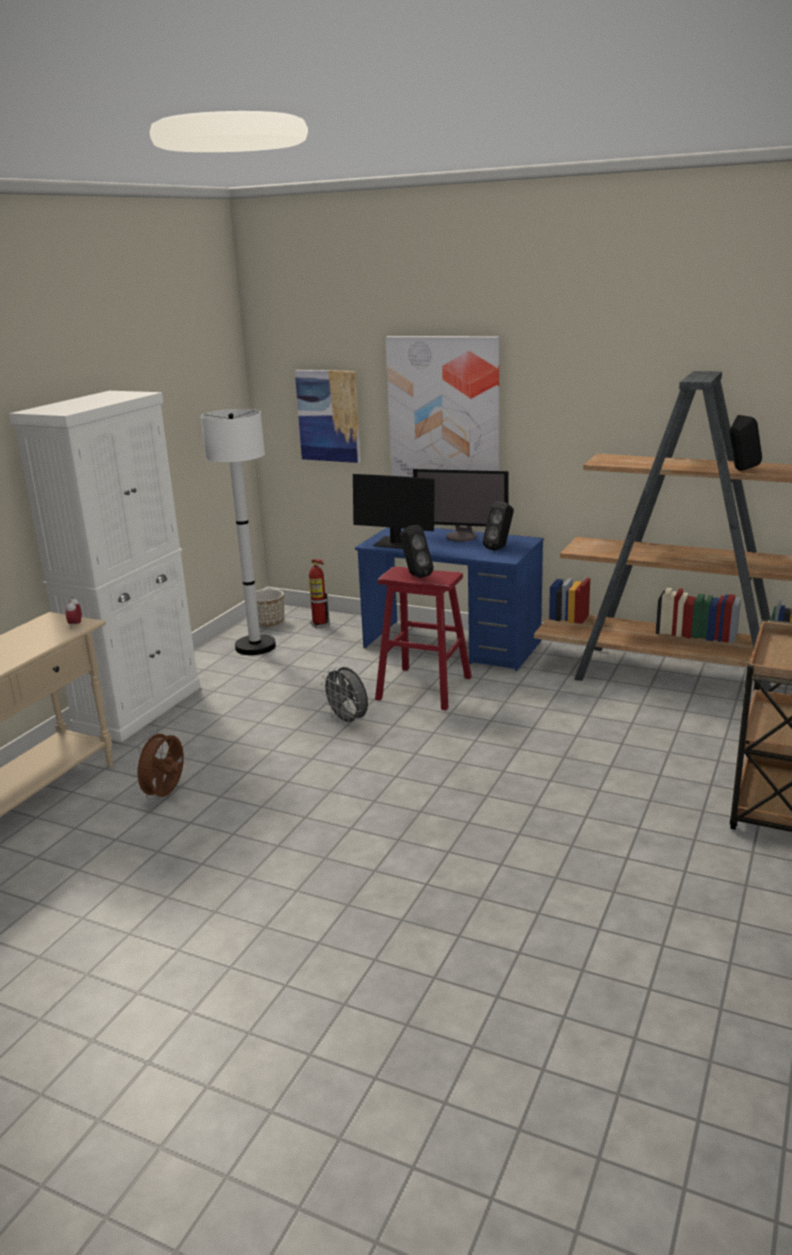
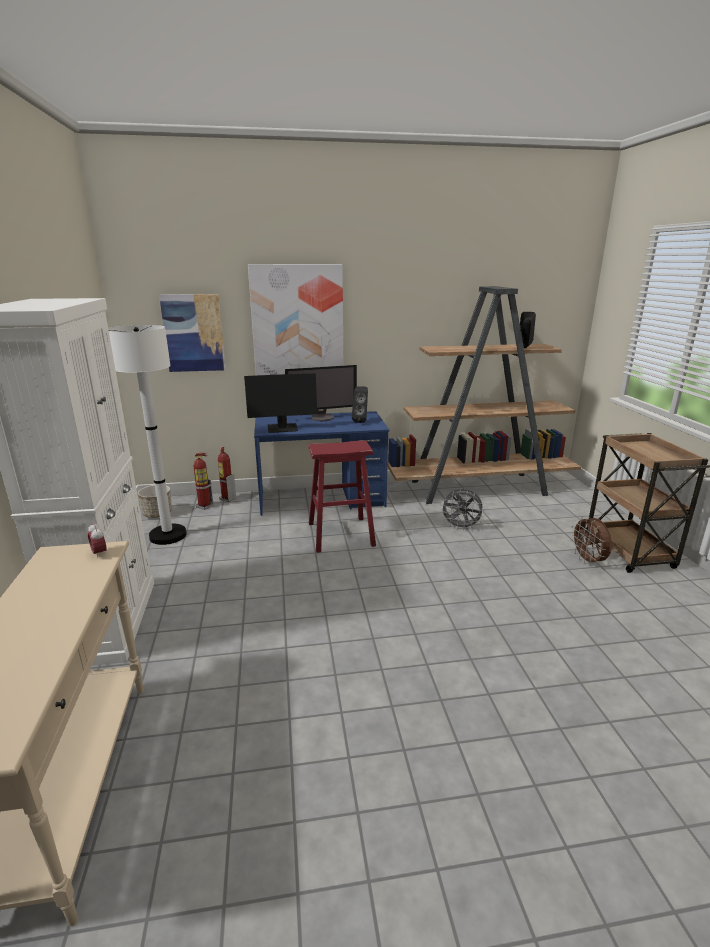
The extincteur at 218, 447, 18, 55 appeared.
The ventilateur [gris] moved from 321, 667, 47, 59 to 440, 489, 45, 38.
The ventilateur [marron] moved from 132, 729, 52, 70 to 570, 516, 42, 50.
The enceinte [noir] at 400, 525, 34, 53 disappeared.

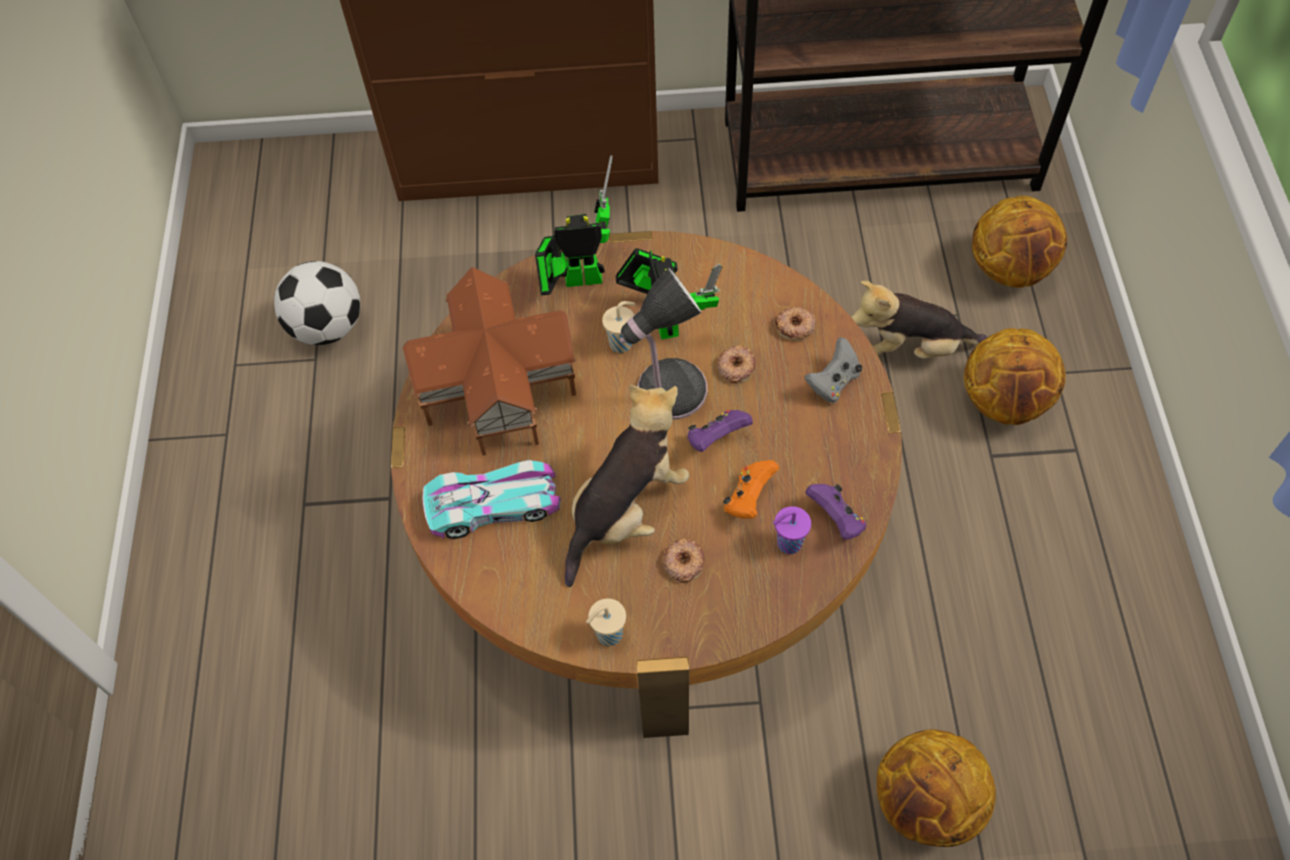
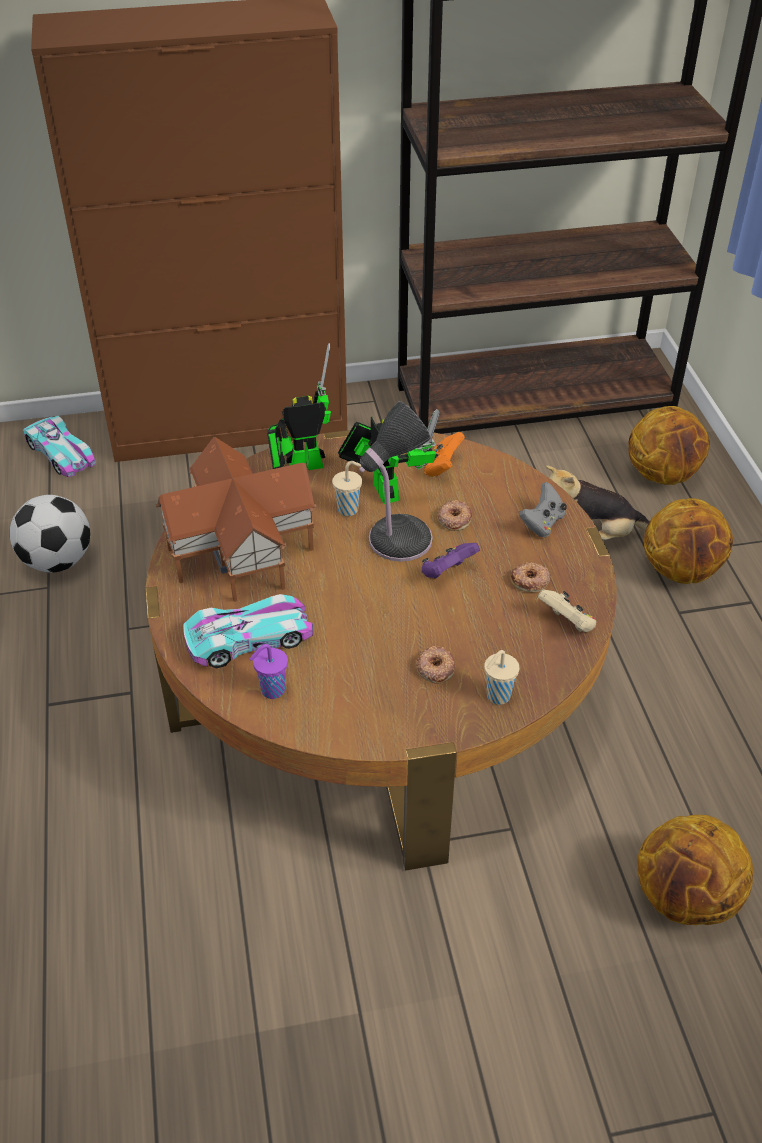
The petite voiture at 23, 416, 73, 61 appeared.
The tasse [violet] moved from 773, 506, 38, 48 to 250, 644, 38, 55.
The manette [orange] moved from 723, 460, 56, 58 to 424, 432, 41, 45.
The tasse [beige] moved from 586, 598, 40, 48 to 484, 650, 35, 55.
The beignet moved from 775, 307, 41, 34 to 511, 562, 39, 30.
The manette [violet] at 805, 484, 61, 56 became the manette [beige] at 538, 589, 58, 43.
The peluche at 564, 385, 125, 202 disappeared.

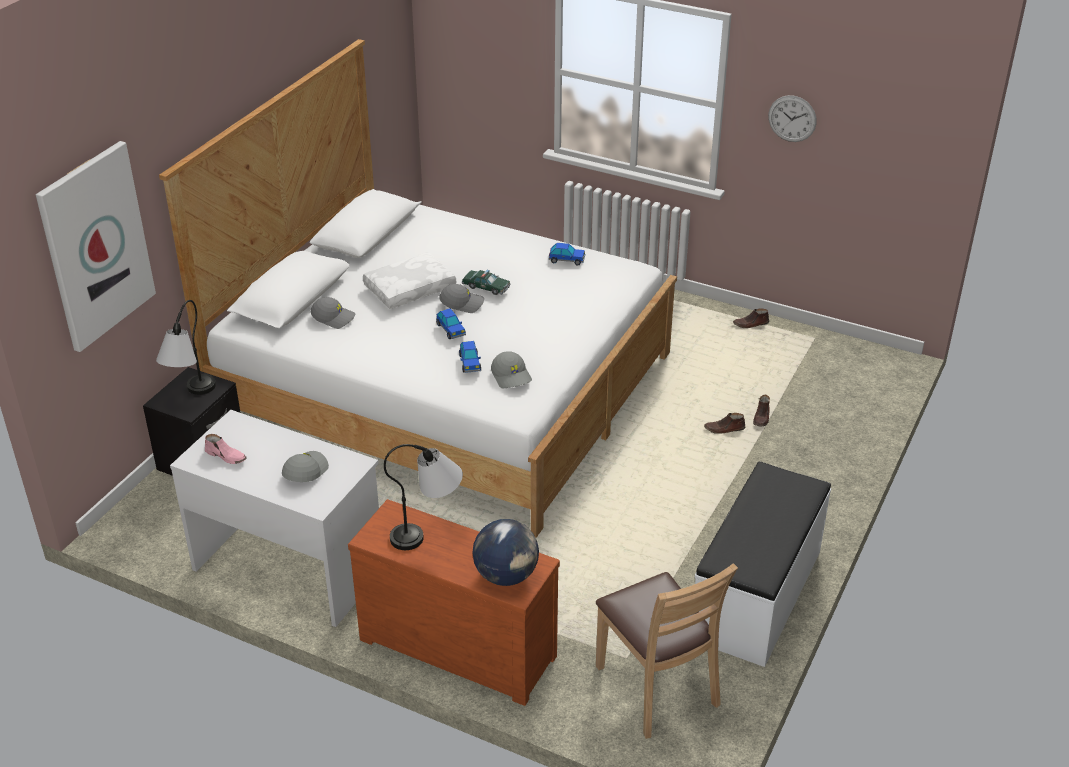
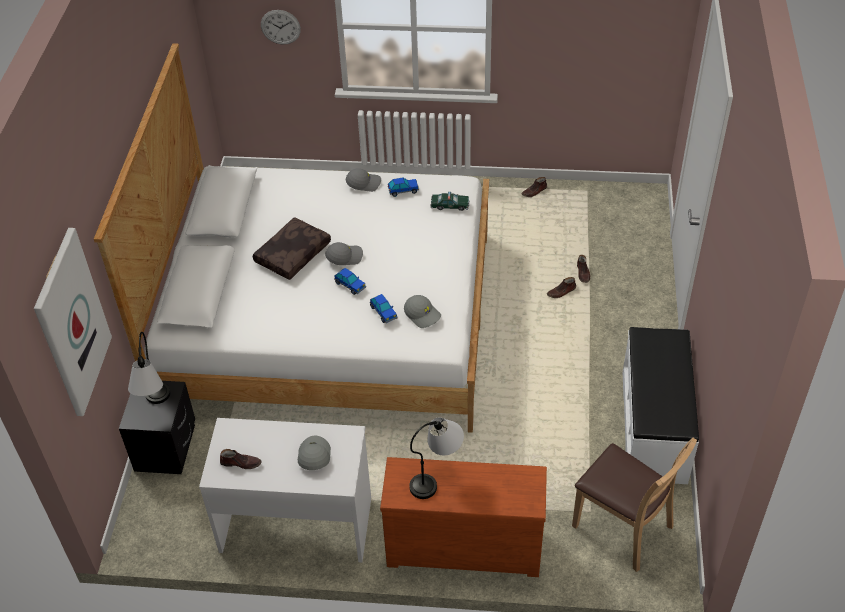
The chaussure [rose] at 205, 434, 42, 30 became the chaussure [marron] at 220, 449, 42, 20.
The coussin [blanc] at 363, 252, 93, 57 became the coussin [marron] at 253, 217, 78, 63.
The horloge murale moved from 768, 95, 49, 47 to 261, 10, 40, 34.
The casquette [gris] moved from 311, 297, 44, 32 to 346, 168, 35, 24.
The petite voiture moved from 462, 270, 49, 25 to 430, 192, 40, 19.
The globe at 472, 519, 67, 67 disappeared.

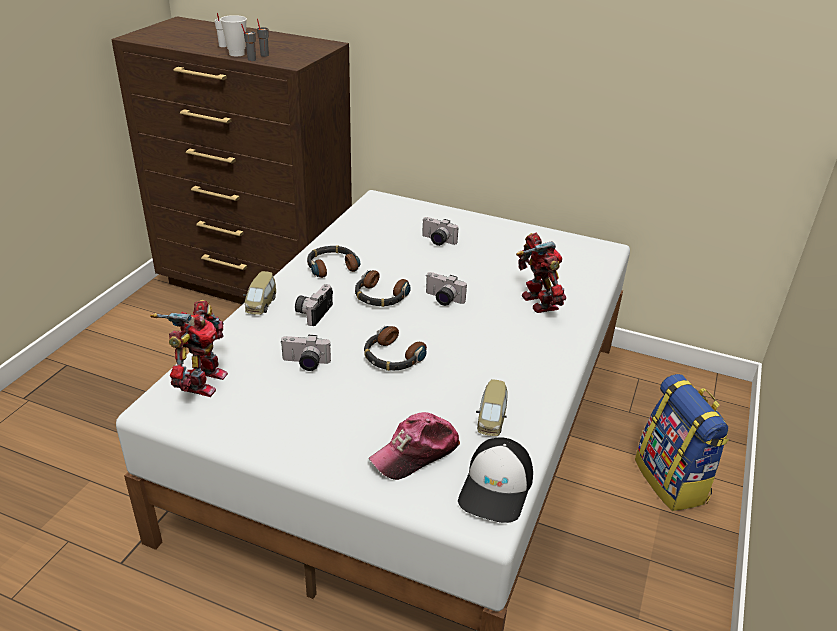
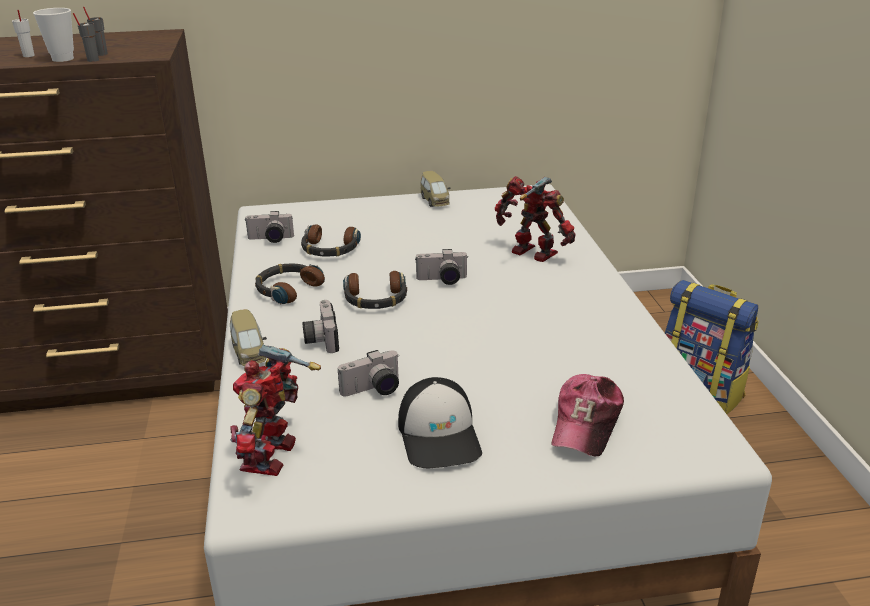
The robot jouet at 150, 300, 78, 97 turned 150 degrees counterclockwise.
The appareil photo moved from 422, 217, 36, 29 to 244, 211, 50, 32.
The casque audio moved from 364, 326, 63, 45 to 301, 224, 60, 33.
The casquette moved from 458, 438, 75, 85 to 398, 377, 84, 91.
The petite voiture moved from 476, 379, 32, 57 to 421, 171, 29, 36.

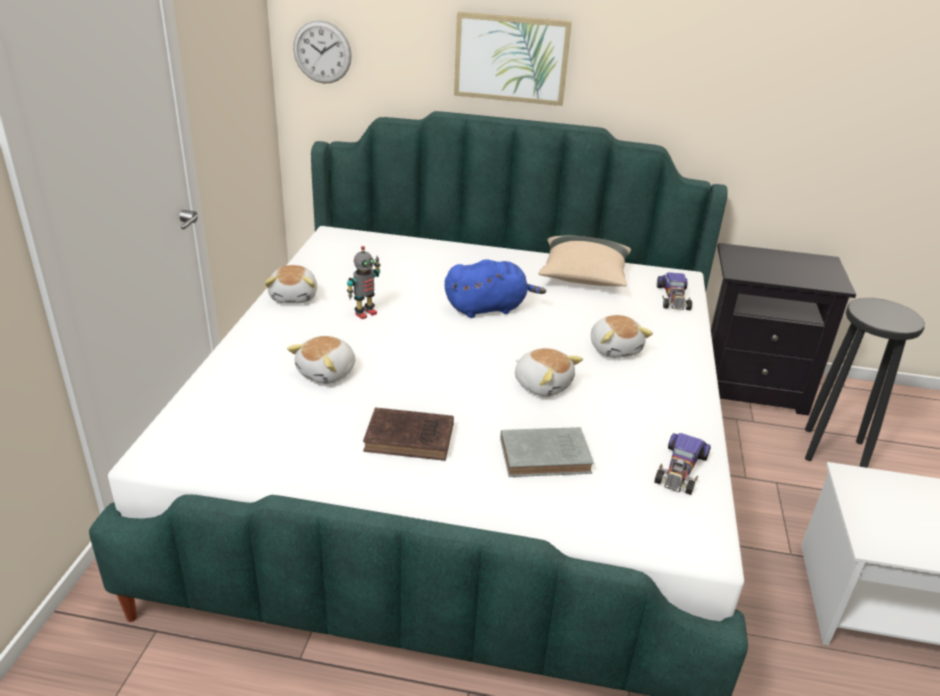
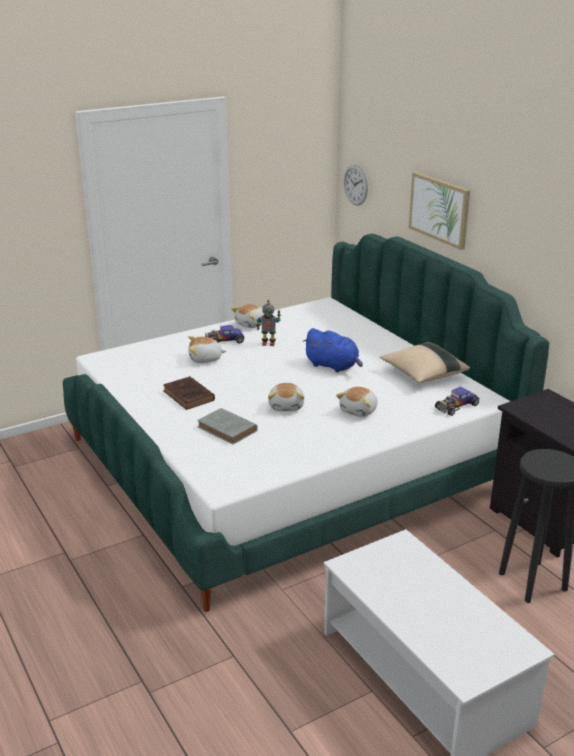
The petite voiture moved from 654, 433, 57, 62 to 205, 325, 39, 18.

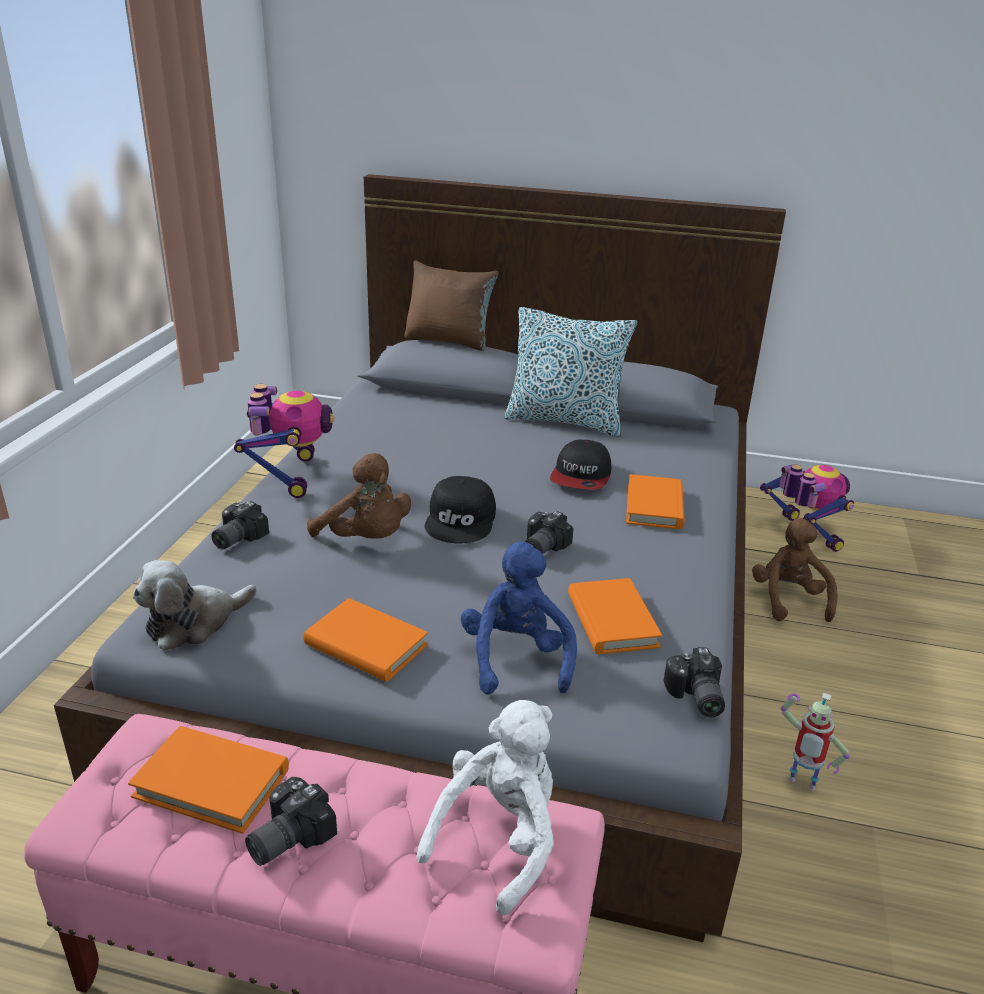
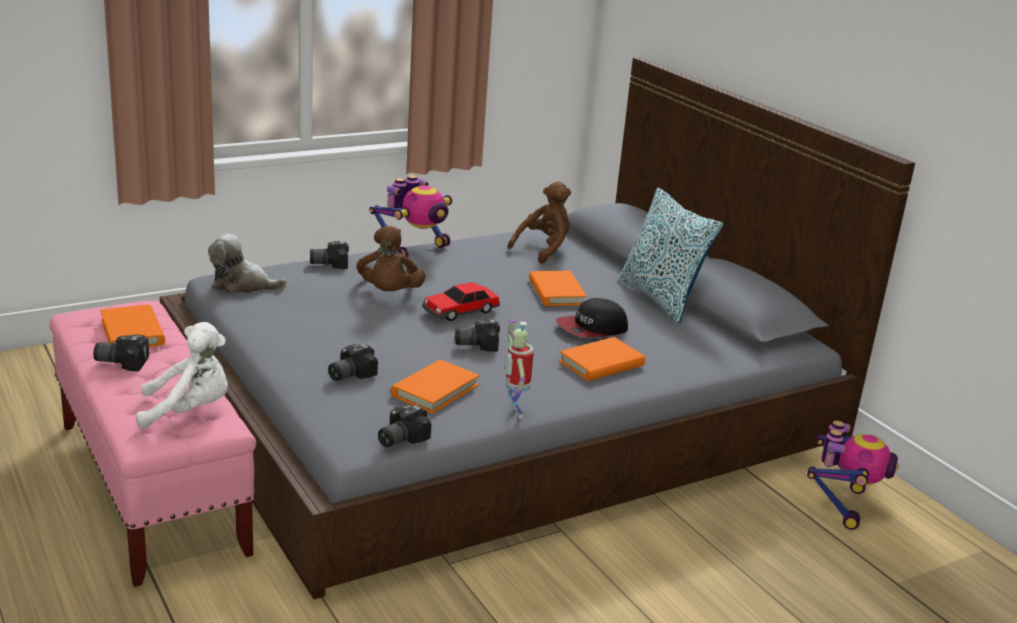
The peluche [bleu] at 461, 541, 116, 154 was replaced by the appareil photo at 328, 344, 50, 37.
The casquette [noir] at 425, 476, 71, 67 was replaced by the petite voiture at 423, 282, 77, 39.
The robot jouet moved from 781, 693, 69, 97 to 505, 319, 29, 100.
The peluche [marron] moved from 752, 518, 86, 104 to 508, 181, 63, 83.
The livre [orange] moved from 304, 598, 124, 84 to 529, 271, 58, 35.
The coussin [marron] at 405, 261, 94, 90 disappeared.

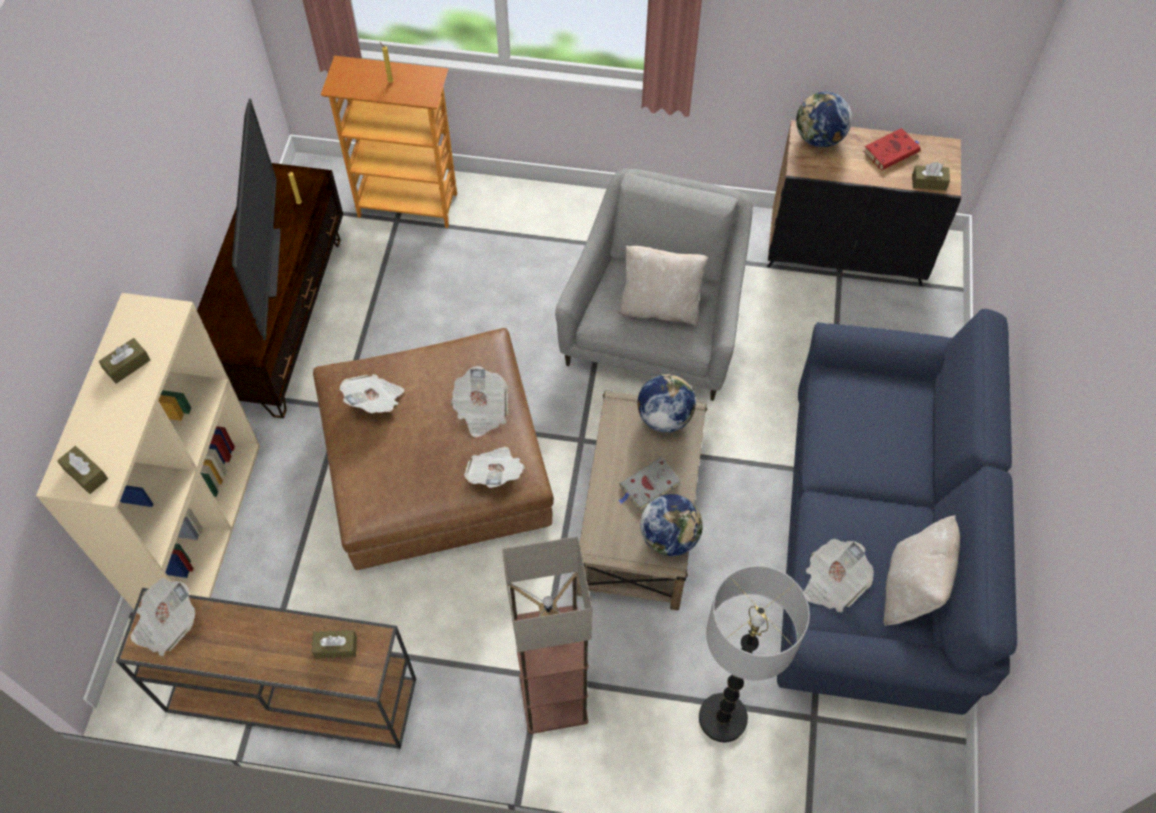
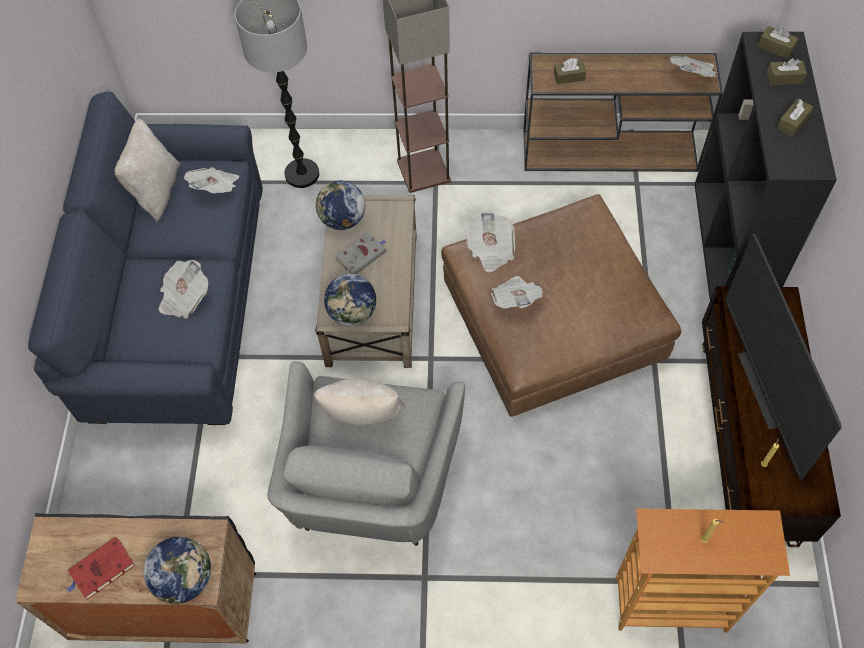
The journal moved from 340, 374, 65, 39 to 159, 260, 49, 59.
The bibliothèque [beige] at 36, 293, 224, 316 became the bibliothèque [noir] at 694, 32, 143, 268.
The boîte à mouchoirs [marron] moved from 912, 162, 38, 28 to 766, 58, 41, 27.

